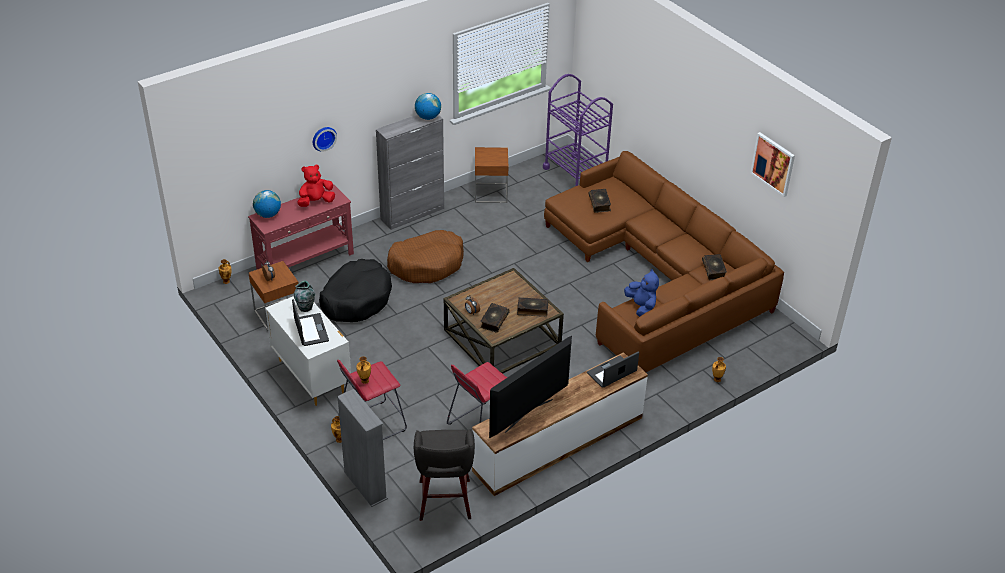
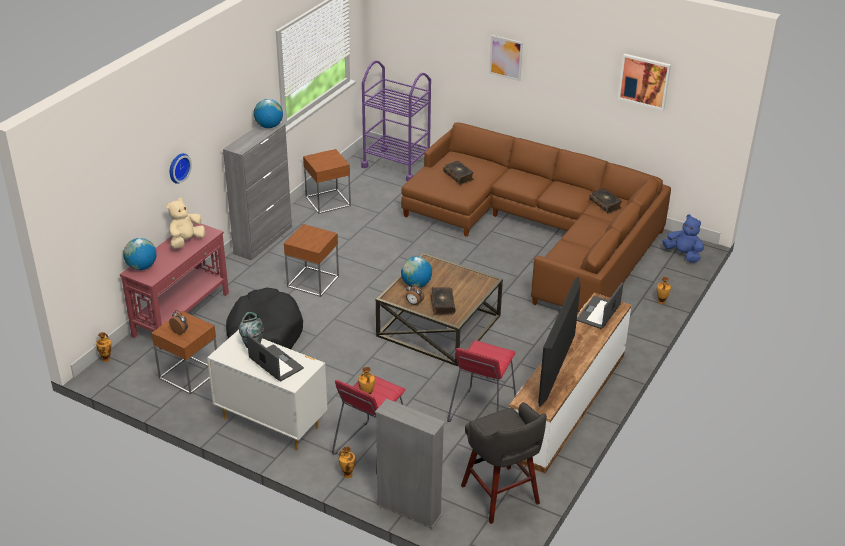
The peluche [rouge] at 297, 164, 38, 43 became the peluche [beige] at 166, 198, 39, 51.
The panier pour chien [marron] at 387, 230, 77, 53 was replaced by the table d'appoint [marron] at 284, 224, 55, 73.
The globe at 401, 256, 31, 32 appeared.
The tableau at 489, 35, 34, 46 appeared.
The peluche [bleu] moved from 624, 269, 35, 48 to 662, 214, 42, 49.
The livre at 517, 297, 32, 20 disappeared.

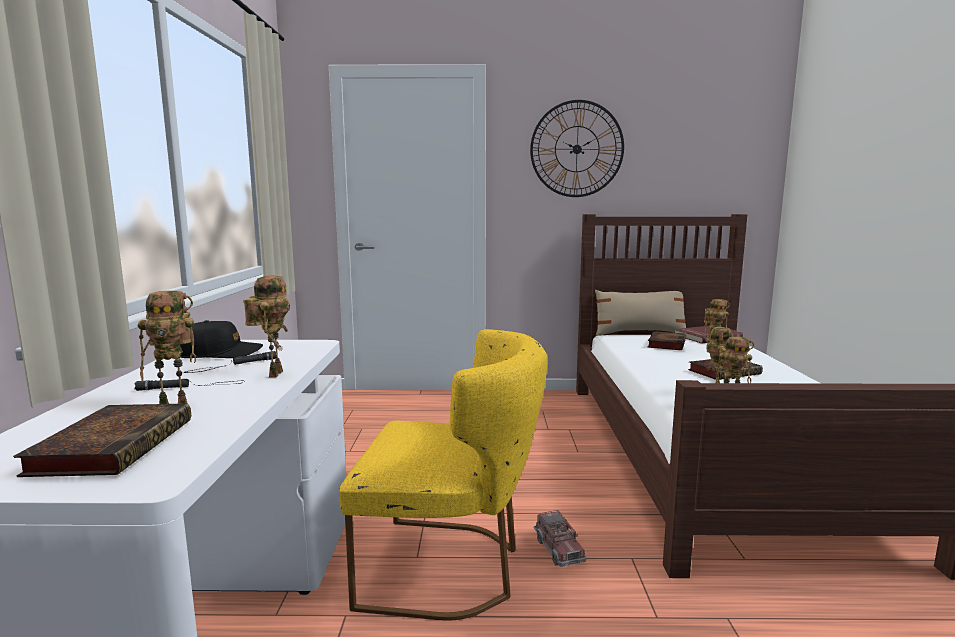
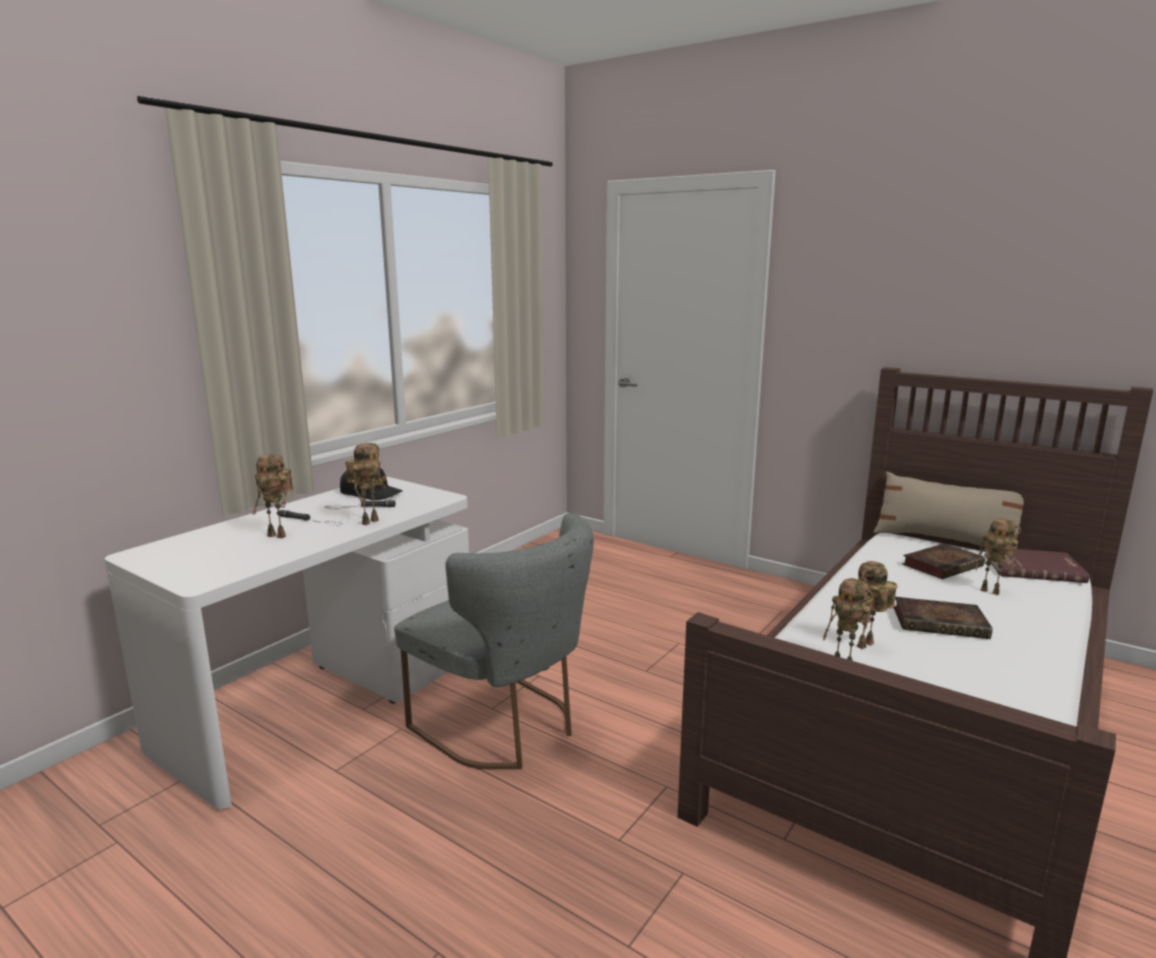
The chaise [jaune] at 339, 329, 209, 292 became the chaise [gris] at 394, 513, 200, 256.
The livre at 13, 403, 178, 74 disappeared.
The horloge murale at 530, 100, 94, 97 disappeared.
The camion jouet at 534, 510, 53, 57 disappeared.

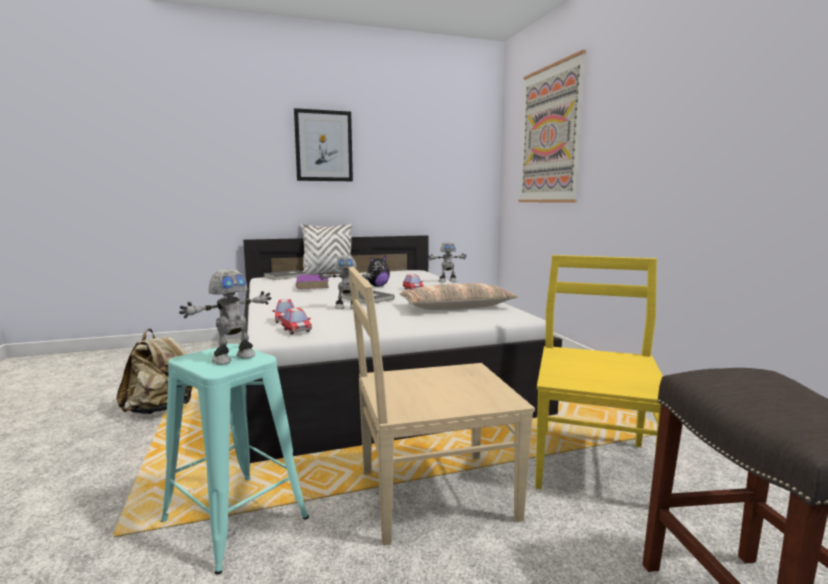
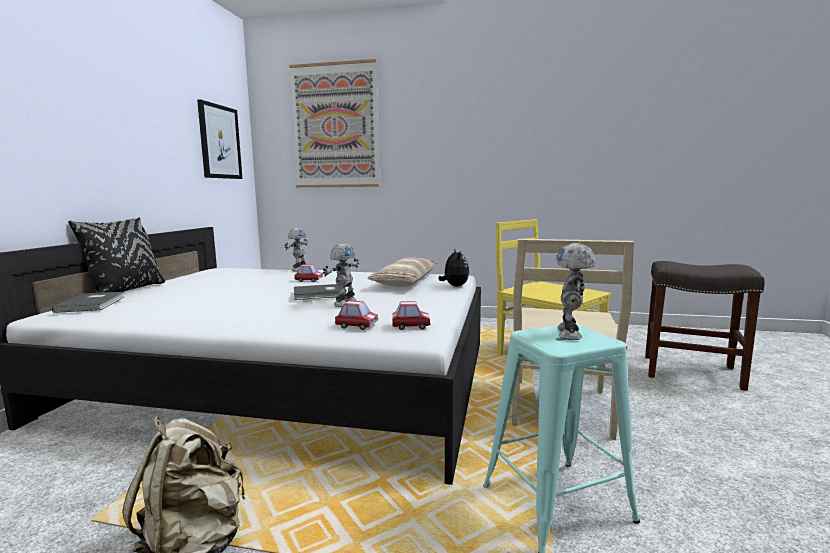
The coussin [blanc] at 301, 224, 51, 51 became the coussin [noir] at 68, 217, 97, 76.
The tableau moved from 294, 108, 59, 73 to 197, 99, 45, 80.
The peluche moved from 365, 256, 25, 31 to 439, 249, 30, 37.
The robot jouet at 179, 269, 92, 96 turned 150 degrees counterclockwise.
The livre [violet] at 296, 274, 33, 15 disappeared.

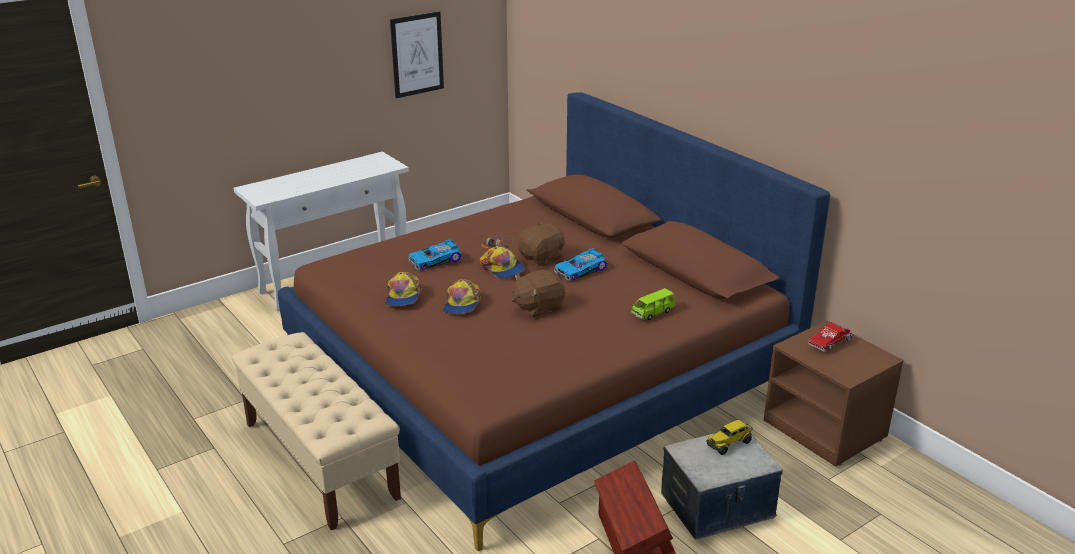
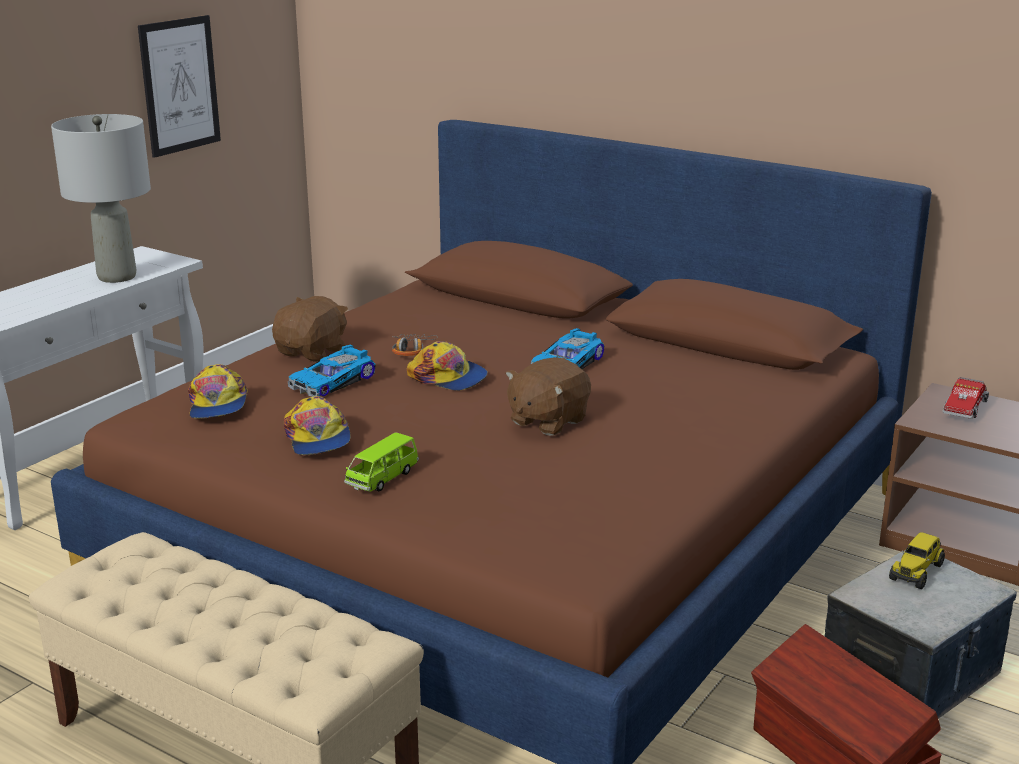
The lampe de table [gris] at 51, 114, 100, 169 appeared.
The casquette moved from 443, 279, 38, 35 to 188, 364, 60, 55.
The peluche [marron] moved from 518, 222, 48, 44 to 272, 296, 76, 66.
The petite voiture [vert] moved from 631, 288, 45, 32 to 344, 432, 75, 60.

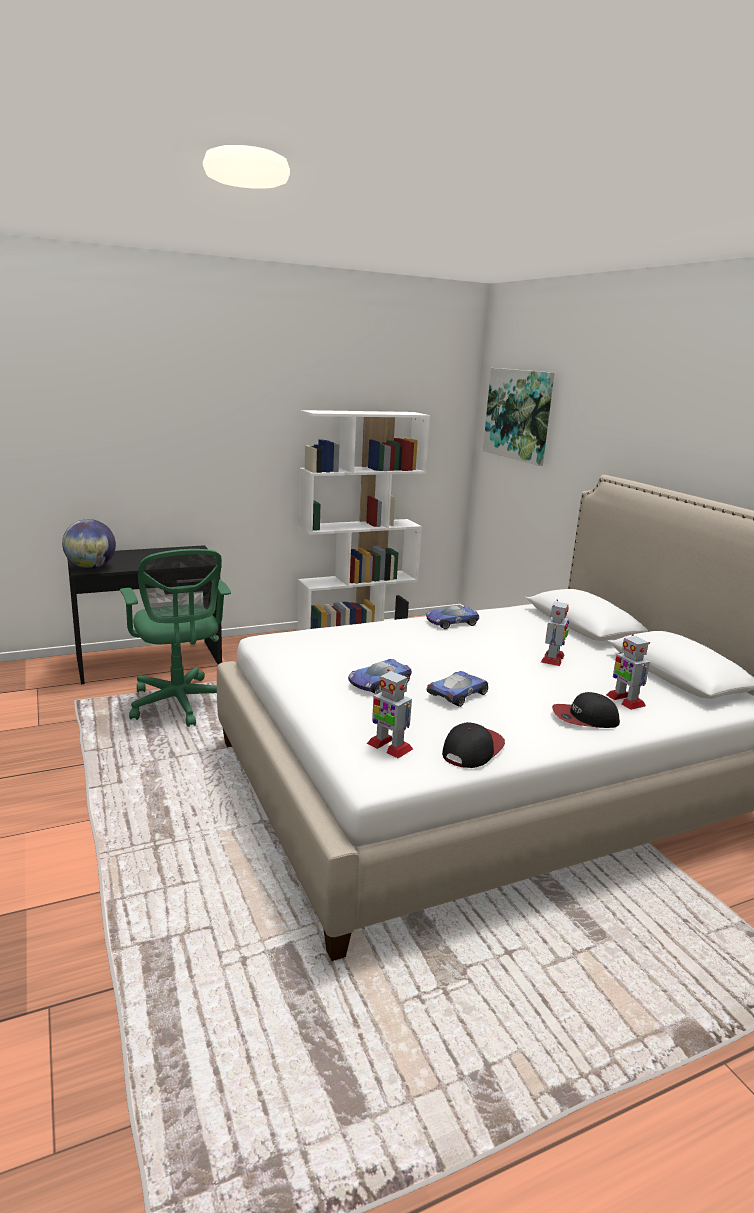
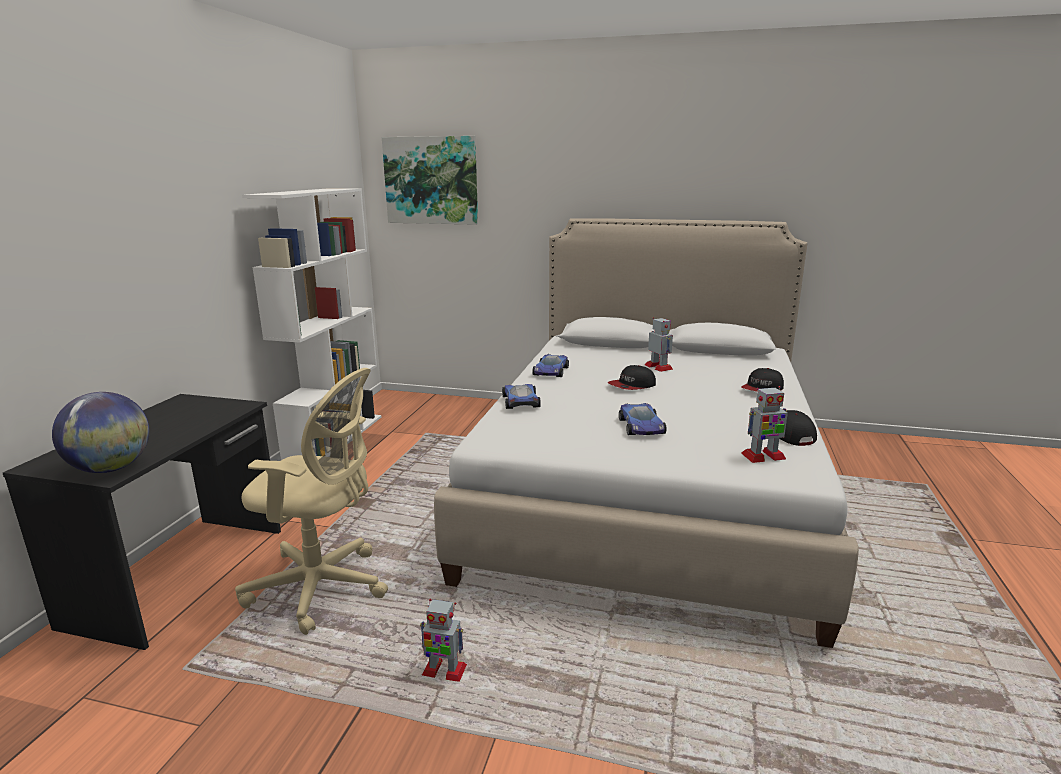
The chaise de bureau [vert] at 120, 549, 111, 178 became the chaise de bureau [beige] at 235, 368, 153, 267.
The robot jouet moved from 606, 634, 44, 76 to 420, 599, 47, 83.
The petite voiture moved from 426, 671, 62, 36 to 502, 384, 39, 25.
The casquette at 608, 365, 48, 25 appeared.

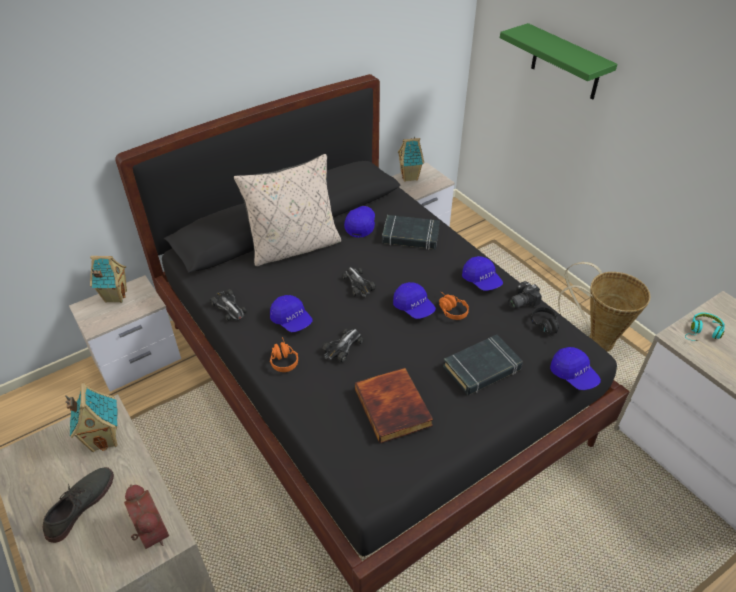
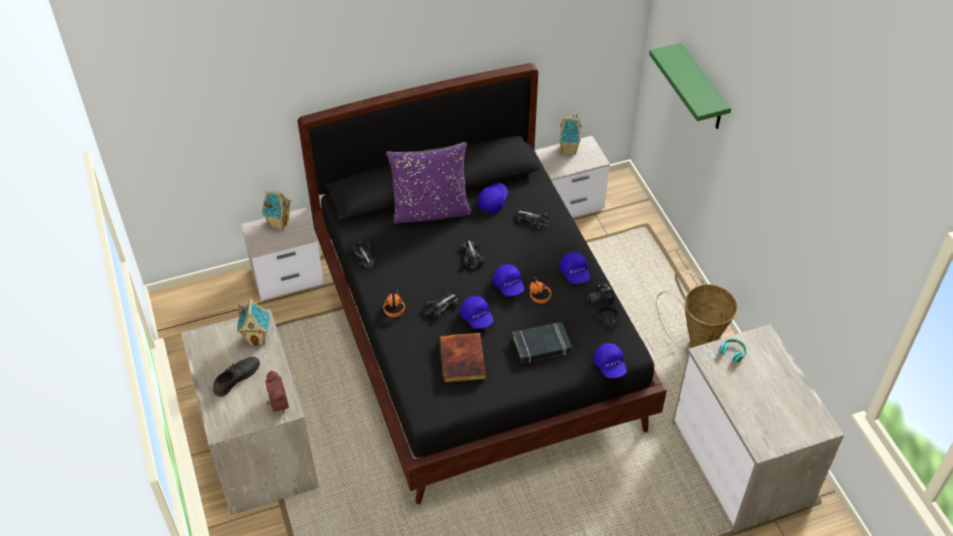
The coussin [beige] at 234, 154, 107, 113 became the coussin [violet] at 386, 142, 85, 82.
The casquette [bleu] moved from 270, 295, 43, 37 to 460, 296, 33, 33.
The livre [noir] at 382, 215, 58, 35 was replaced by the petite voiture at 516, 208, 33, 22.

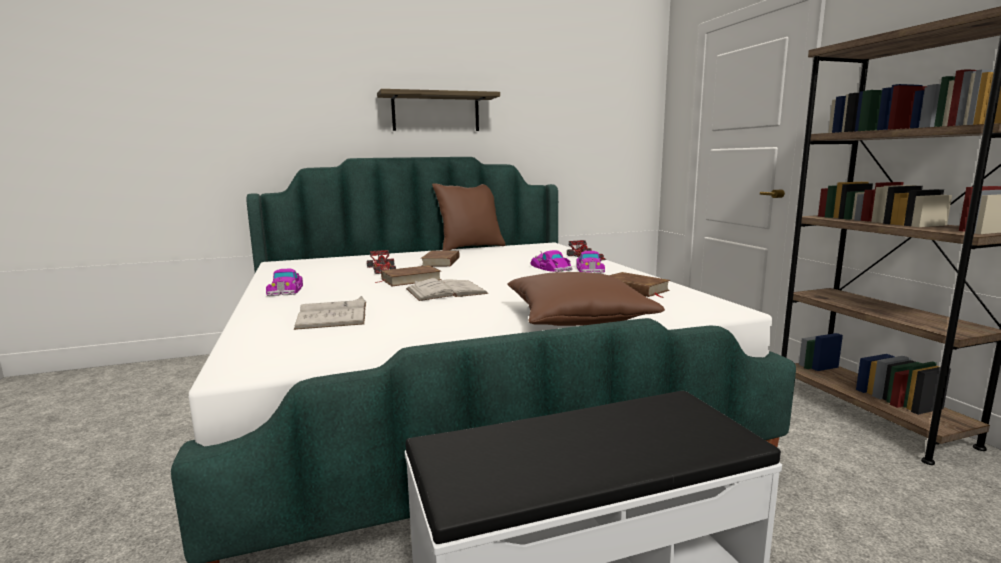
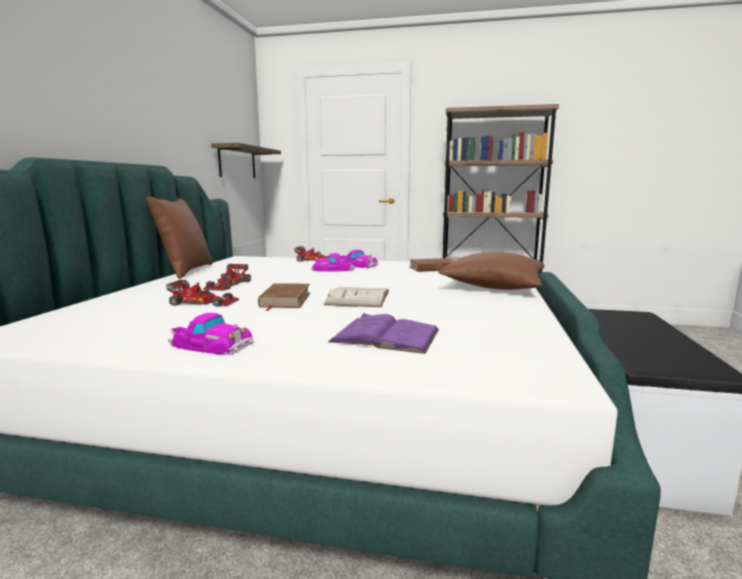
The livre [marron] at 421, 251, 39, 16 was replaced by the petite voiture at 203, 264, 48, 26.
The étagère moved from 377, 89, 123, 42 to 211, 143, 70, 35.
The livre [blanc] at 294, 296, 72, 34 became the livre [violet] at 328, 313, 111, 41.

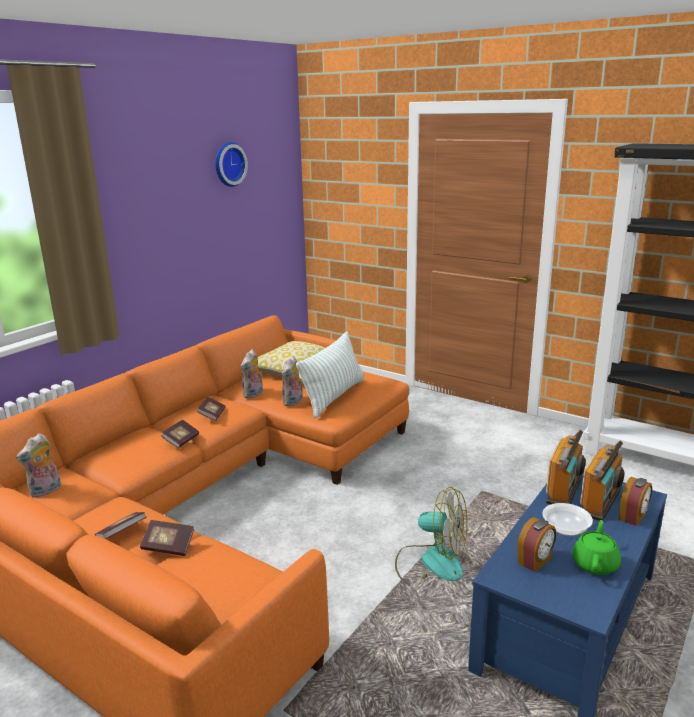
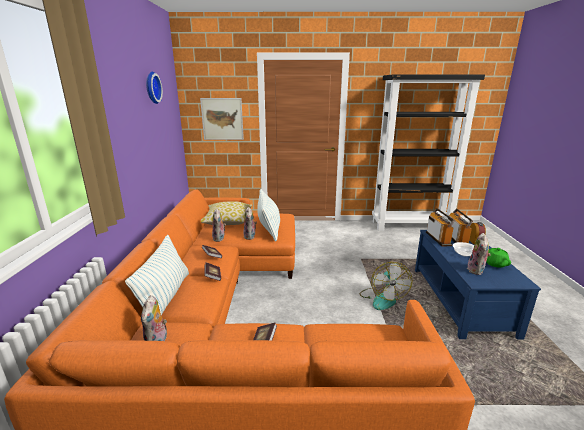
The coussin at 125, 235, 64, 81 appeared.
The tableau at 200, 98, 44, 42 appeared.
The ventilateur at 395, 487, 72, 94 turned 105 degrees clockwise.
The réveil at 517, 517, 39, 55 was replaced by the peluche at 467, 233, 24, 42.
The livre at 140, 520, 54, 36 disappeared.

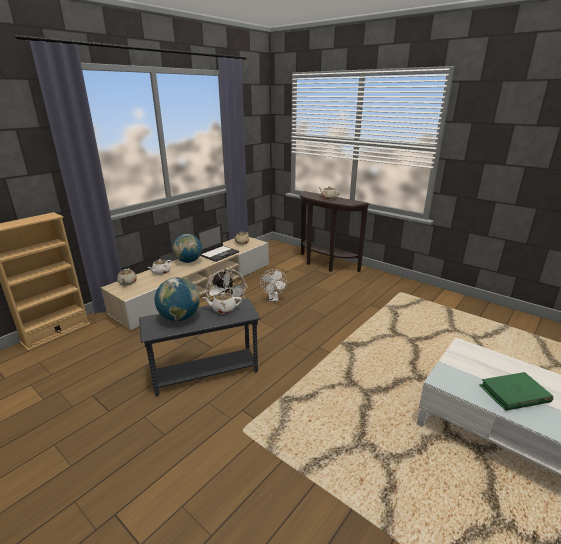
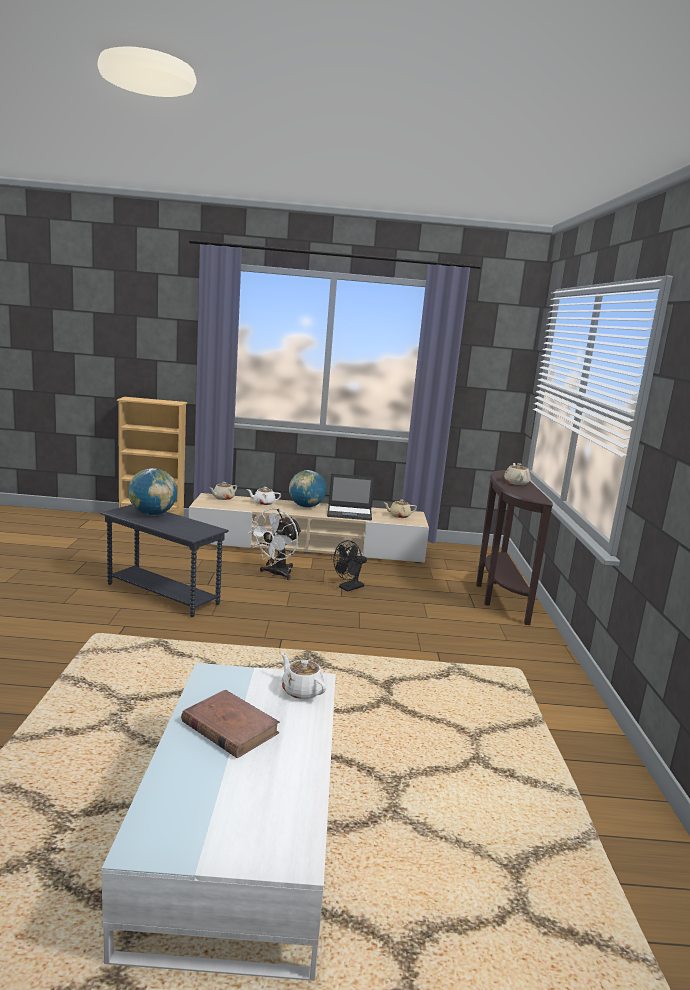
The livre [vert] at 479, 372, 74, 39 became the livre [marron] at 181, 690, 99, 68.
The théière [blanc] moved from 202, 292, 40, 22 to 281, 652, 45, 47.
The ventilateur [blanc] at 260, 269, 27, 33 became the ventilateur [noir] at 333, 540, 34, 51.

